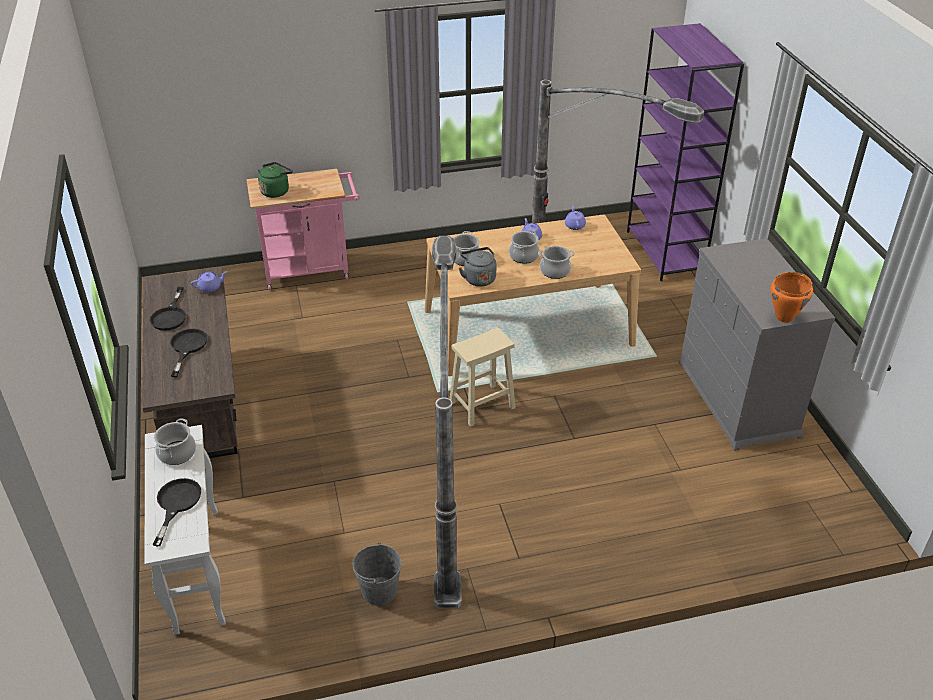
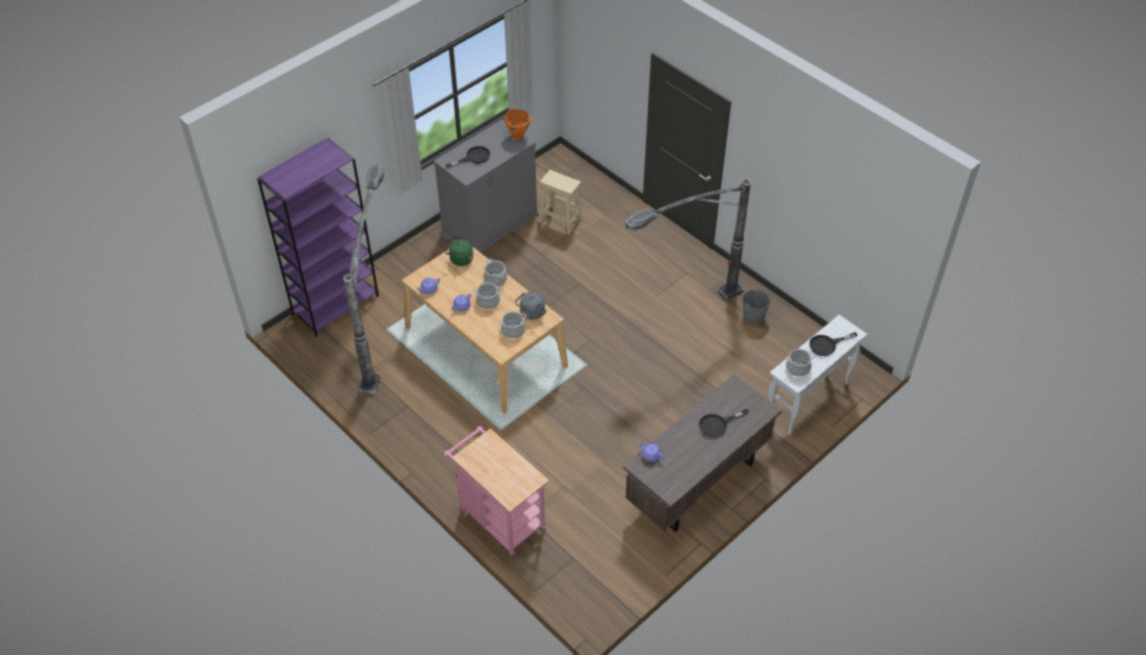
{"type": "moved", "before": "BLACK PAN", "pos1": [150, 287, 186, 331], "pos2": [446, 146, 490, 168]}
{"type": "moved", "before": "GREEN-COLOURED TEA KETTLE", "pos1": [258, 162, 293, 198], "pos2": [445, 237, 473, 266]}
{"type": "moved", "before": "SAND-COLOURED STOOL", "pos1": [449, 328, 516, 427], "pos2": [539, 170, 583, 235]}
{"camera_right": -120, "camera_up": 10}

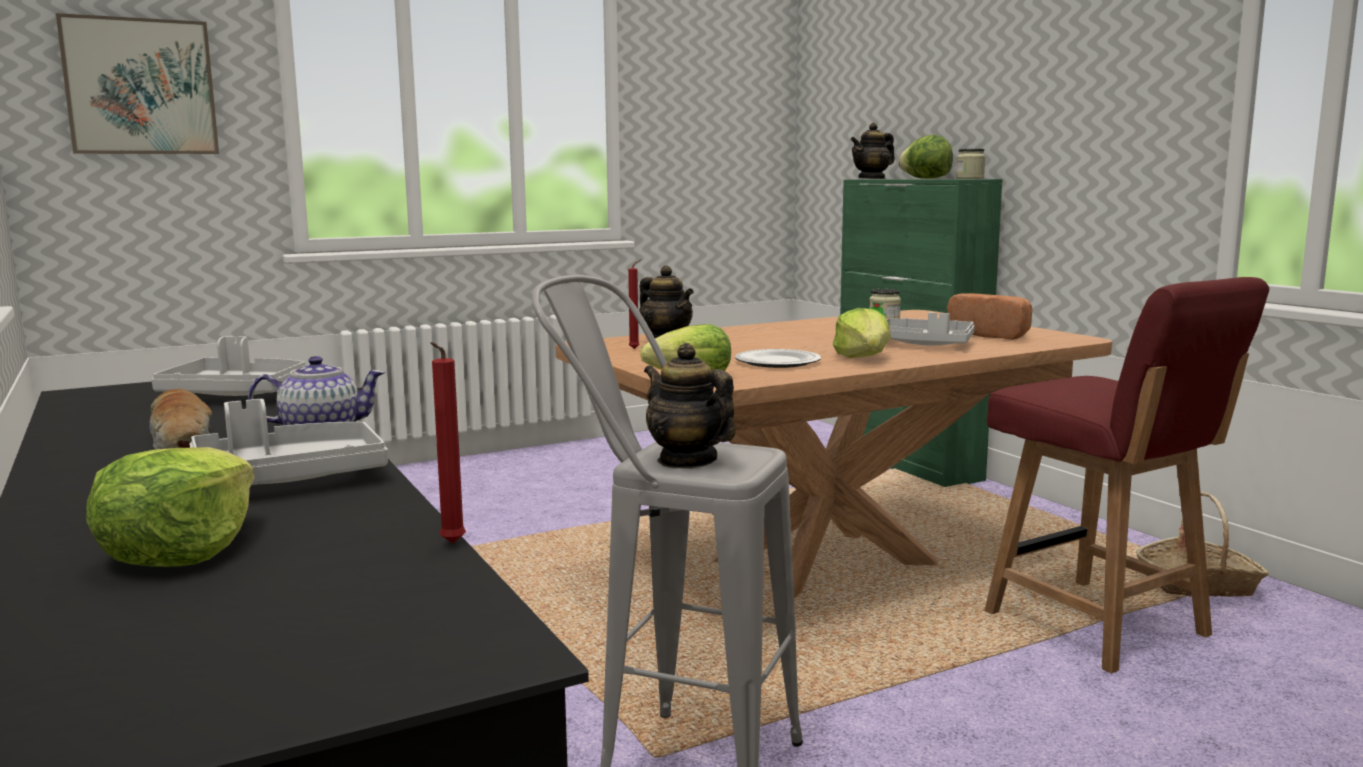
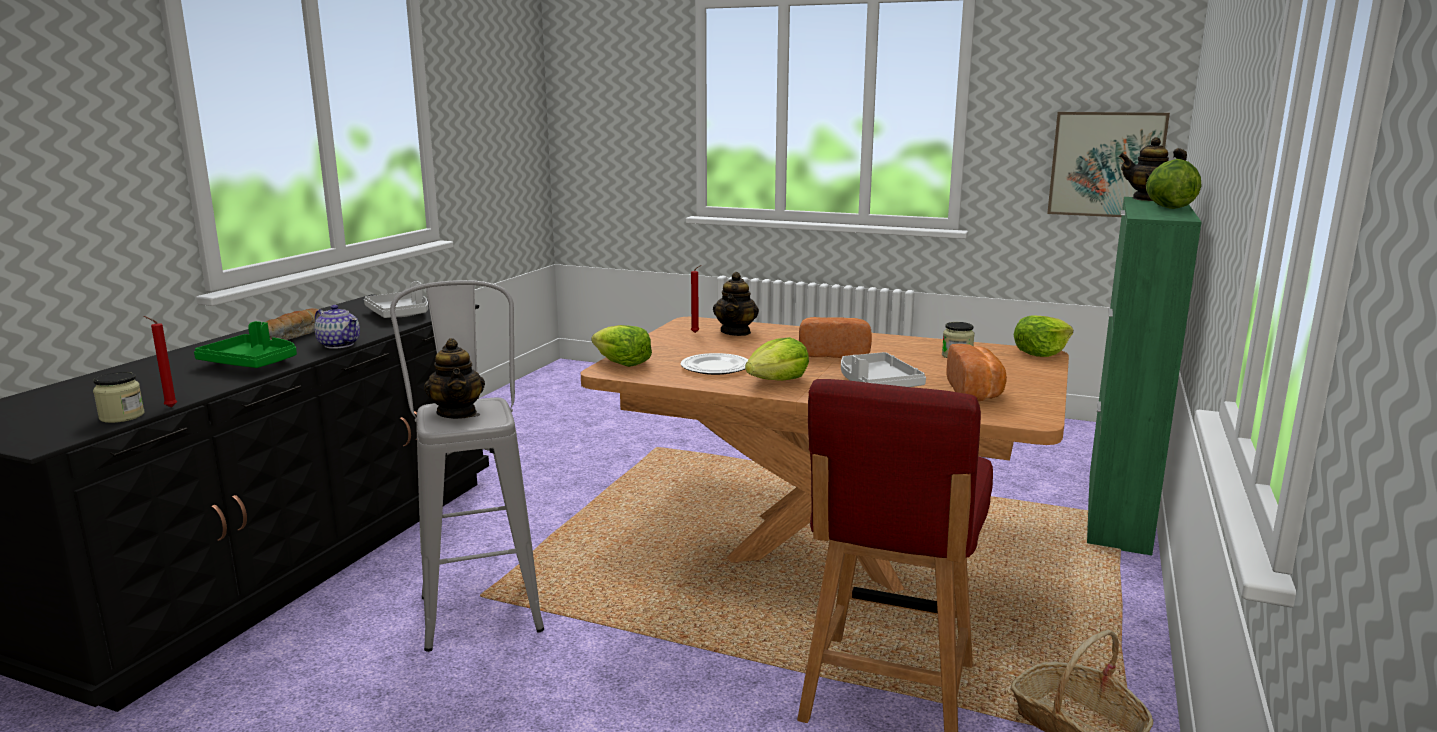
{"type": "added", "after": "BAKERY BREAD", "pos2": [799, 317, 872, 358]}
{"type": "moved", "before": "WALL ART", "pos1": [56, 13, 219, 154], "pos2": [1047, 112, 1170, 217]}
{"type": "moved", "before": "HEAD OF LETTUCE", "pos1": [86, 447, 254, 567], "pos2": [1014, 316, 1073, 357]}
{"type": "moved", "before": "STORAGE JAR", "pos1": [956, 149, 985, 179], "pos2": [93, 372, 144, 423]}
{"type": "recoloured", "before": "GRAY CARRYING TRAY", "after": "GREEN-COLOURED CARRYING TRAY", "pos1": [189, 399, 388, 485], "pos2": [194, 321, 297, 368]}
{"type": "turned", "before": "TEAPOT", "pos1": [644, 343, 736, 469], "pos2": [424, 338, 485, 419], "turn": 150}
{"camera_right": 50, "camera_up": 5}

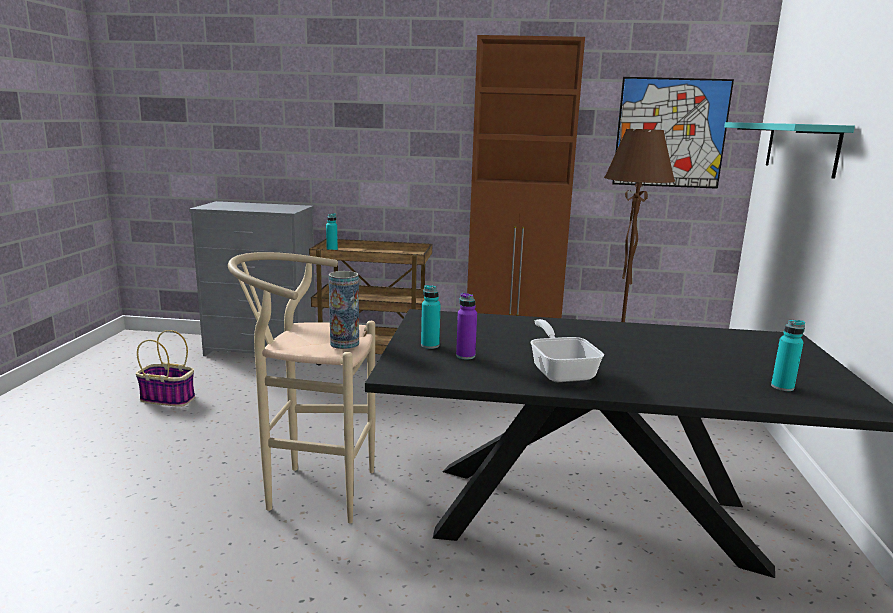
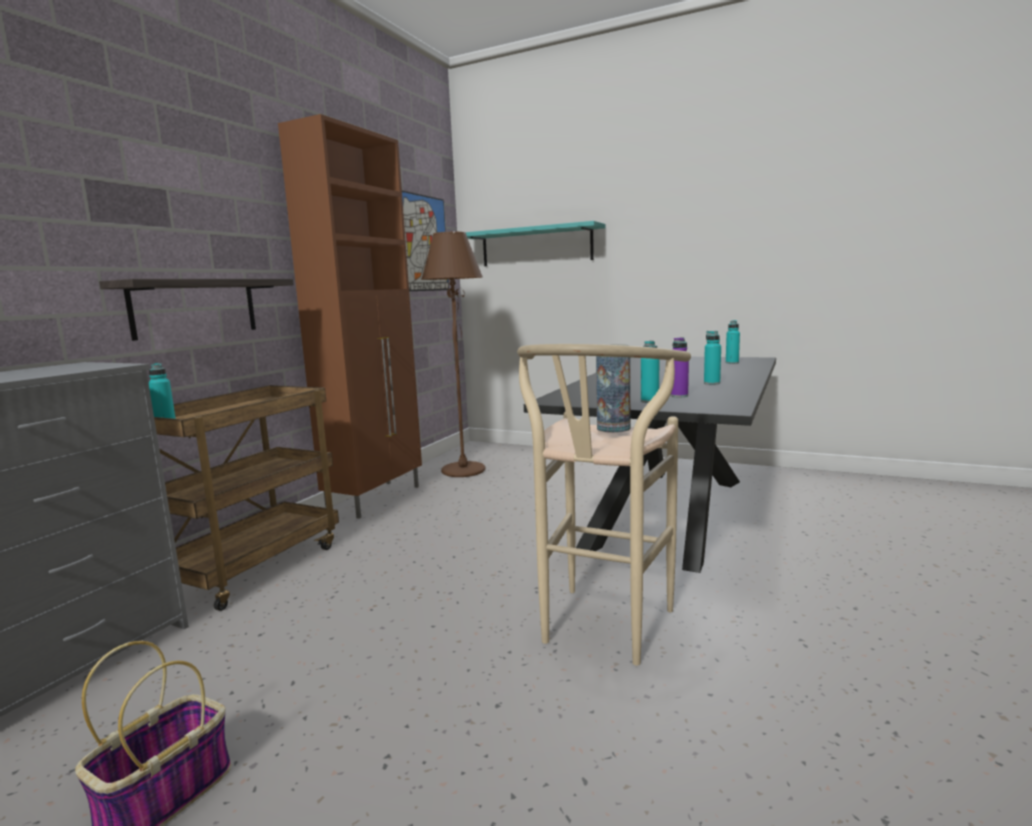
{"type": "added", "after": "WALL SHELF", "pos2": [99, 279, 294, 341]}
{"type": "replaced", "before": "PAN", "after": "TURQUOISE-COLOURED BEVERAGE BOTTLE", "pos1": [530, 319, 604, 382], "pos2": [704, 331, 721, 385]}
{"camera_right": -70, "camera_up": -5}

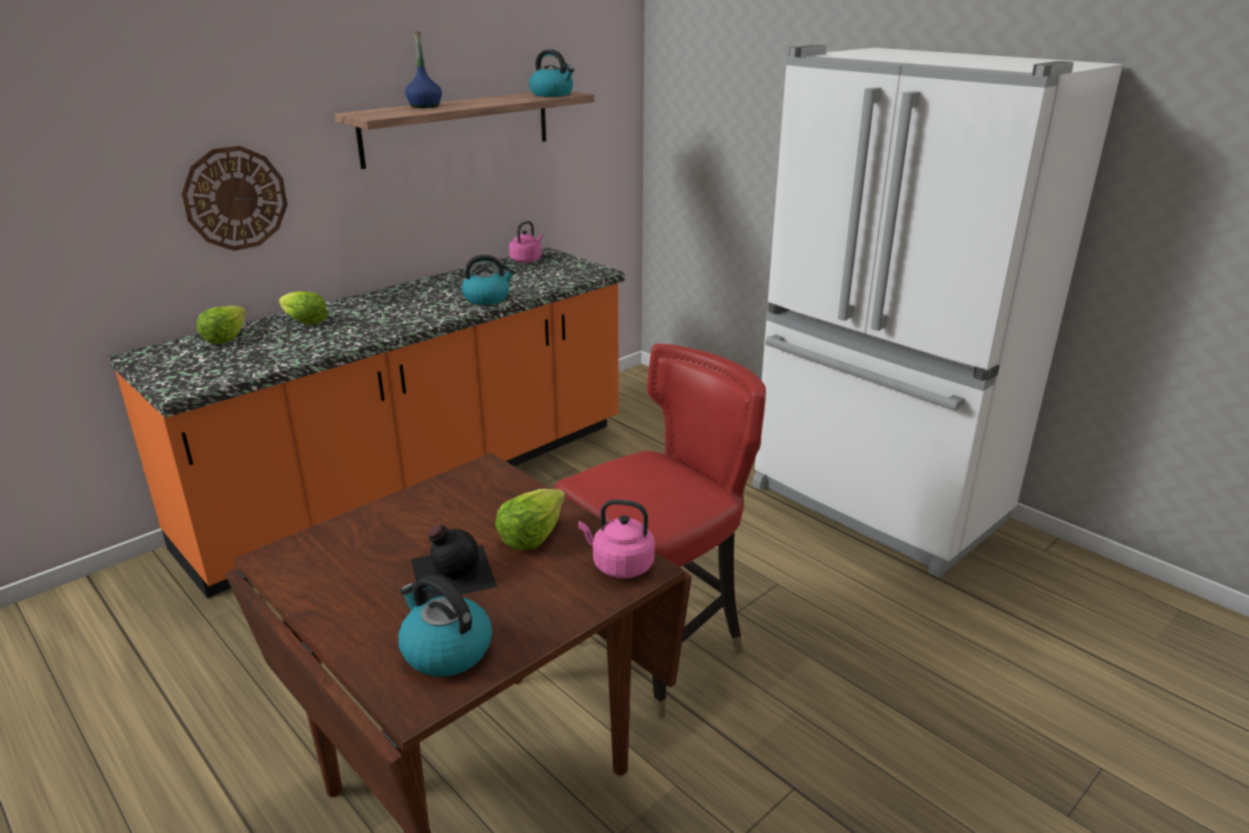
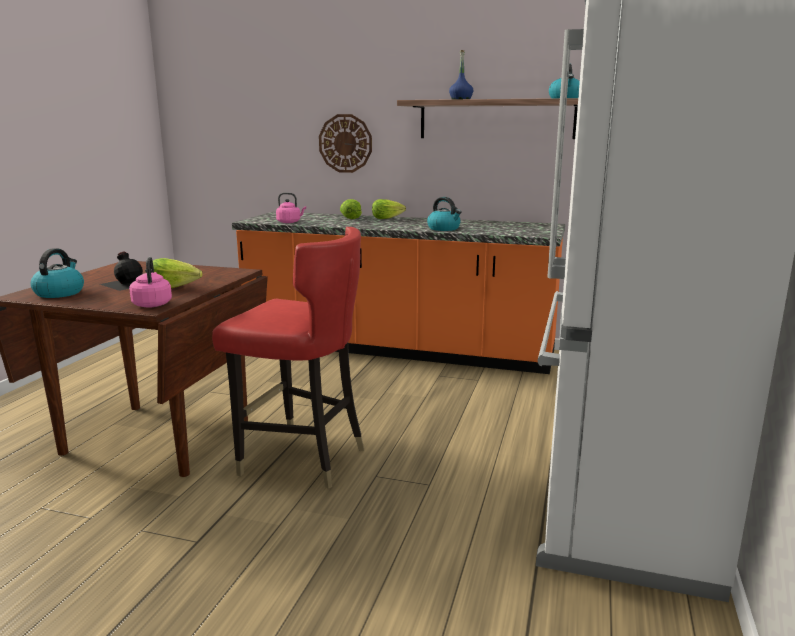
{"type": "moved", "before": "HEAD OF LETTUCE", "pos1": [197, 305, 247, 344], "pos2": [372, 199, 406, 219]}
{"type": "moved", "before": "PINK TEA KETTLE", "pos1": [509, 221, 543, 263], "pos2": [276, 192, 306, 223]}
{"camera_right": 60, "camera_up": -10}

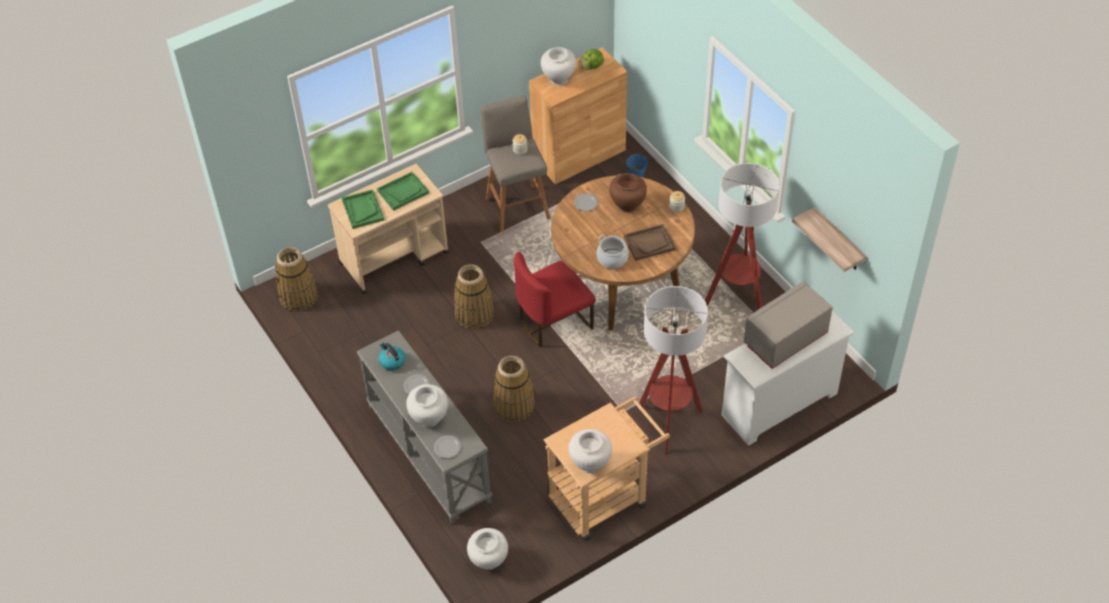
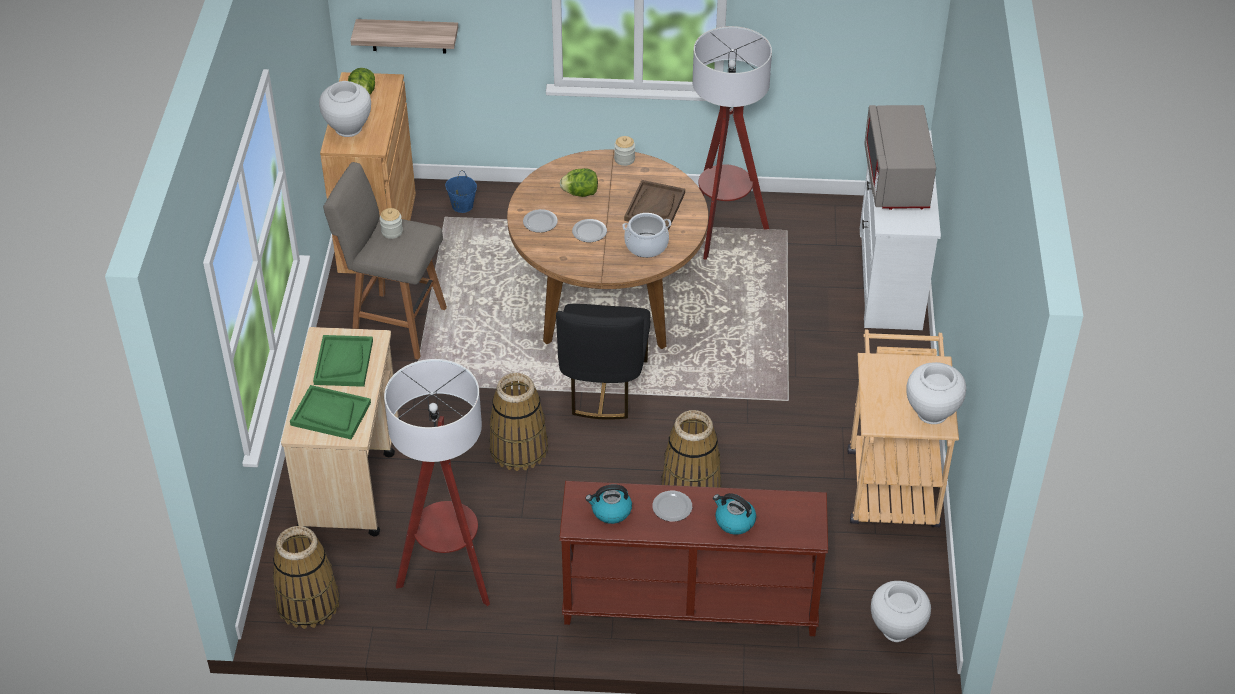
{"type": "moved", "before": "PLATE", "pos1": [434, 435, 461, 458], "pos2": [572, 219, 607, 242]}
{"type": "moved", "before": "FLOOR LAMP", "pos1": [639, 286, 708, 454], "pos2": [384, 359, 490, 606]}
{"type": "moved", "before": "WALL SHELF", "pos1": [792, 207, 867, 272], "pos2": [350, 19, 458, 54]}
{"type": "replaced", "before": "WHITE-COLOURED FLOWER VASE", "after": "TEA KETTLE", "pos1": [406, 384, 448, 427], "pos2": [713, 493, 756, 535]}
{"type": "replaced", "before": "BROWNISH FLOWER VASE", "after": "HEAD OF LETTUCE", "pos1": [609, 173, 647, 212], "pos2": [560, 168, 598, 197]}
{"type": "recoloured", "before": "GRAY CONSOLE TABLE", "after": "BROWNISH CONSOLE TABLE", "pos1": [357, 330, 492, 524], "pos2": [559, 481, 828, 636]}
{"type": "recoloured", "before": "RED-COLOURED UPRIGHT CHAIR", "after": "BLACK UPRIGHT CHAIR", "pos1": [514, 252, 596, 347], "pos2": [556, 304, 651, 420]}
{"camera_right": -55, "camera_up": -5}

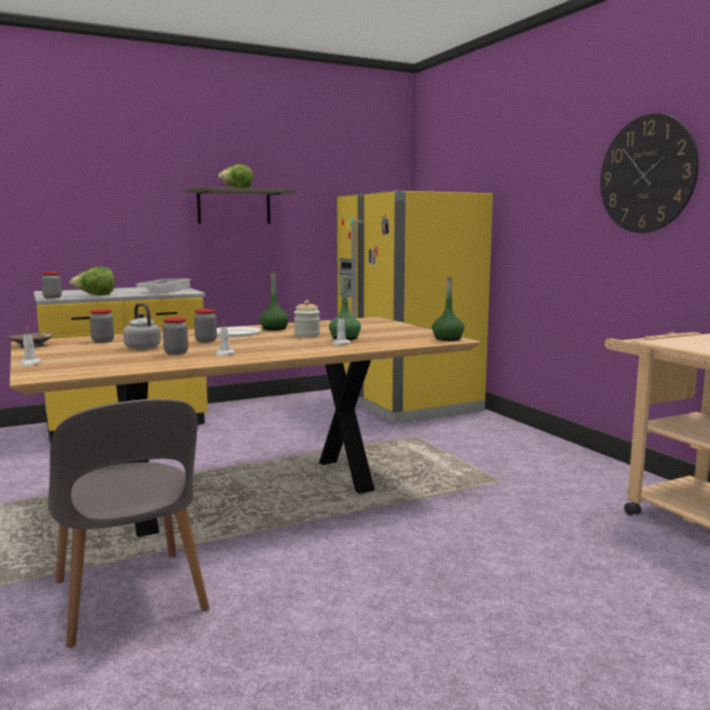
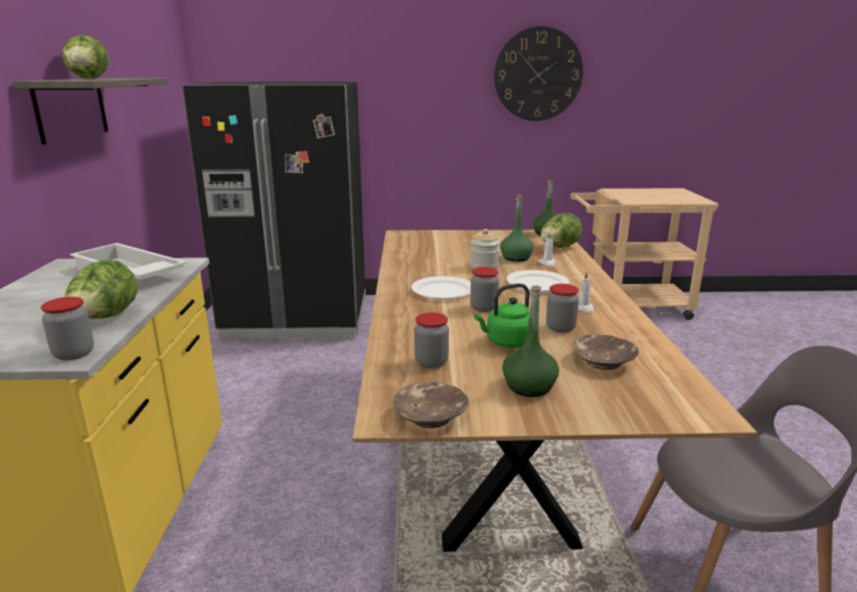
{"type": "removed", "before": "WHITE-COLOURED WAX CANDLE", "pos1": [20, 327, 42, 366]}
{"type": "added", "after": "WHITE-COLOURED PLATE", "pos2": [507, 270, 569, 292]}
{"type": "added", "after": "HEAD OF LETTUCE", "pos2": [540, 213, 582, 248]}
{"type": "added", "after": "BROWNISH DEEP DISH", "pos2": [572, 334, 639, 370]}
{"type": "moved", "before": "GREEN-COLOURED BEVERAGE BOTTLE", "pos1": [260, 272, 289, 330], "pos2": [502, 285, 559, 397]}
{"type": "recoloured", "before": "GRAY TEA KETTLE", "after": "GREEN-COLOURED TEA KETTLE", "pos1": [123, 303, 161, 349], "pos2": [474, 283, 530, 348]}
{"type": "recoloured", "before": "YELLOWISH REFRIGERATOR", "after": "BLACK REFRIGERATOR", "pos1": [336, 191, 493, 423], "pos2": [182, 82, 366, 339]}
{"camera_right": -65, "camera_up": 10}

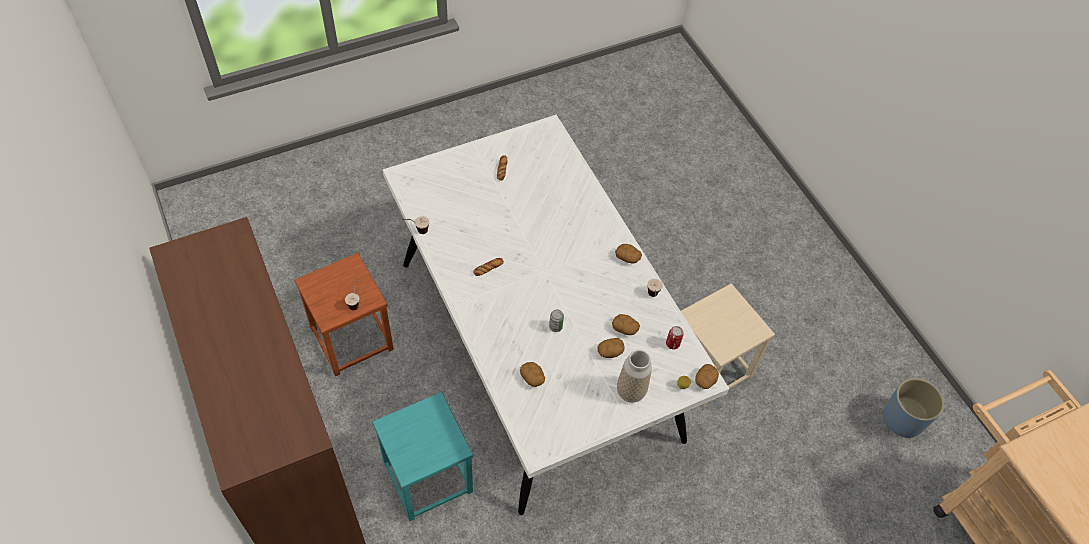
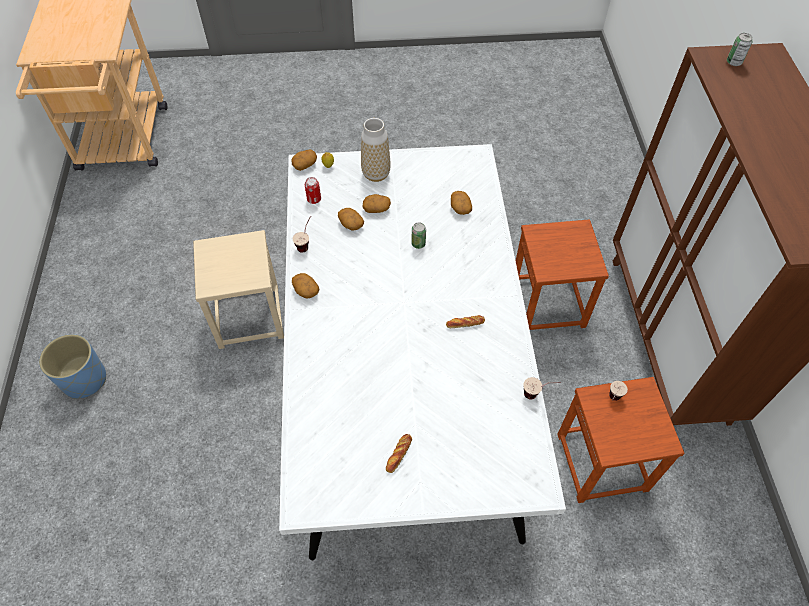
{"type": "added", "after": "CAN", "pos2": [727, 33, 753, 66]}
{"type": "moved", "before": "BLUISH PLANTER", "pos1": [883, 378, 944, 438], "pos2": [39, 334, 106, 399]}
{"type": "recoloured", "before": "TURQUOISE-COLOURED STOOL", "after": "BROWNISH STOOL", "pos1": [372, 392, 473, 521], "pos2": [516, 219, 609, 330]}
{"camera_right": -155, "camera_up": 0}

